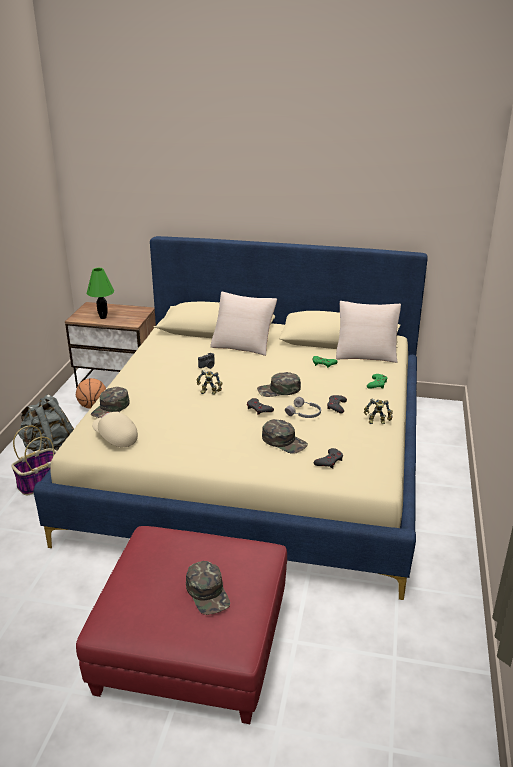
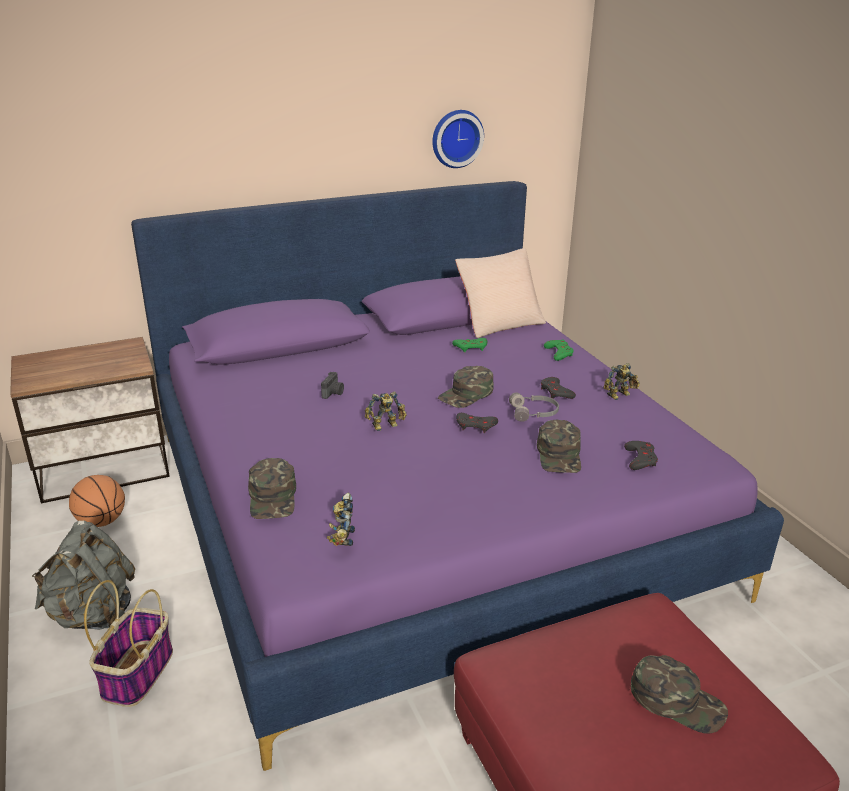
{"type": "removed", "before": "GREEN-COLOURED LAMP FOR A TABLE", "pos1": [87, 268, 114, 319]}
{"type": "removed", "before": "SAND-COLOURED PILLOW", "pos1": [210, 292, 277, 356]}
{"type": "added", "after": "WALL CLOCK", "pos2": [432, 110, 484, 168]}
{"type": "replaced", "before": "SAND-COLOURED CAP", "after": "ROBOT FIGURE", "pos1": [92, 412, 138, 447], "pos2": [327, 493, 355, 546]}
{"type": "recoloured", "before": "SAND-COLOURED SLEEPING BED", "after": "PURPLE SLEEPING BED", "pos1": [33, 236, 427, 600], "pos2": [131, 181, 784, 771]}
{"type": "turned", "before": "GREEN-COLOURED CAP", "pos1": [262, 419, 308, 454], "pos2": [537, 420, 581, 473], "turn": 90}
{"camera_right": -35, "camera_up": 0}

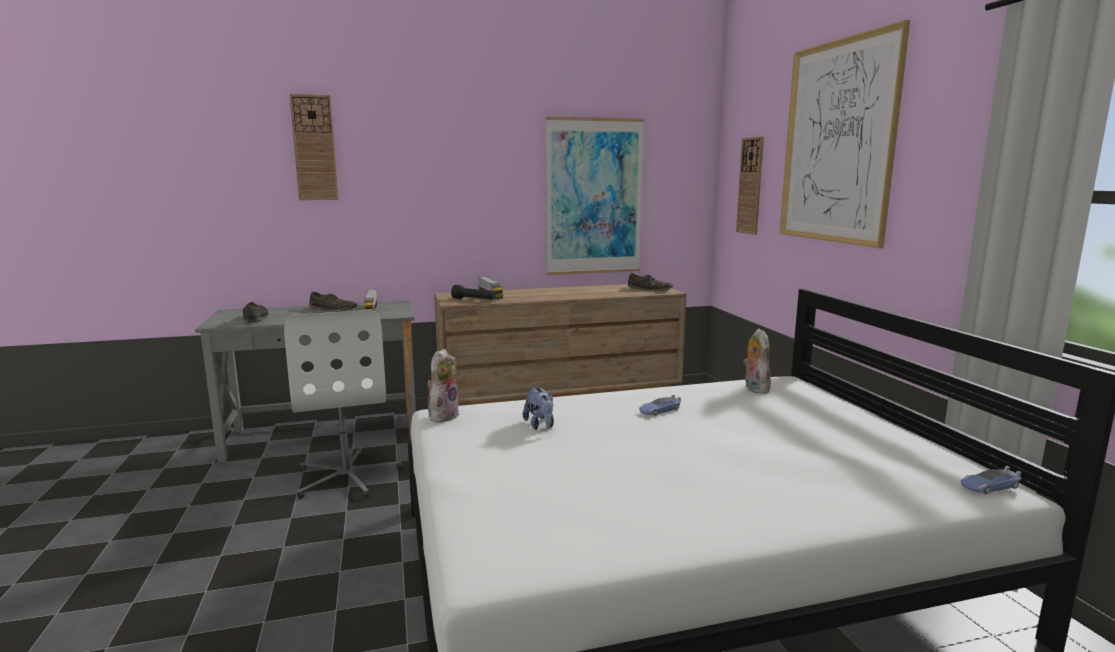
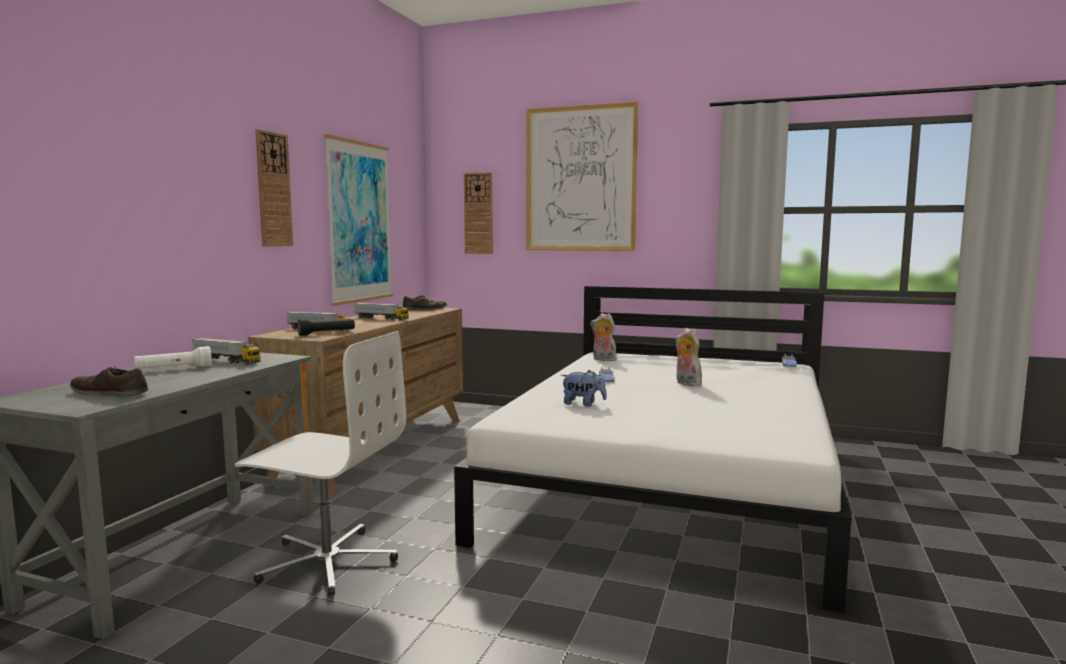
{"type": "added", "after": "TOY TRUCK", "pos2": [354, 303, 409, 320]}
{"type": "moved", "before": "WALL CLOCK", "pos1": [289, 94, 339, 200], "pos2": [255, 129, 293, 247]}
{"type": "moved", "before": "PLUSH TOY", "pos1": [427, 349, 460, 423], "pos2": [676, 328, 702, 386]}
{"type": "replaced", "before": "BROWNISH ITEM OF FOOTWEAR", "after": "WHITE-COLOURED HAND TORCH", "pos1": [309, 292, 357, 312], "pos2": [134, 346, 212, 369]}
{"camera_right": -55, "camera_up": -5}

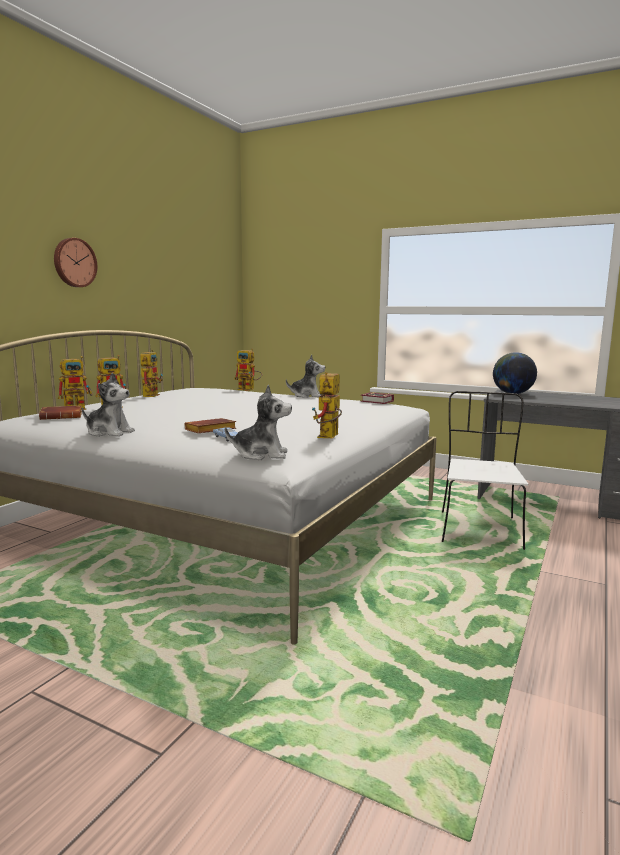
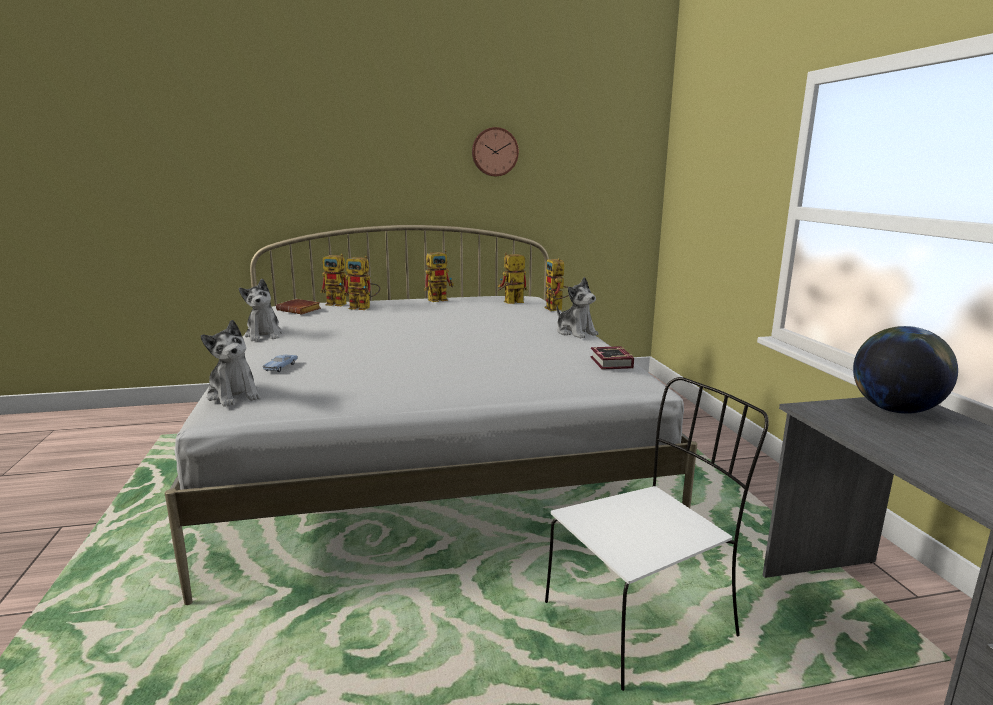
{"type": "removed", "before": "BROWNISH VOLUME", "pos1": [185, 418, 236, 433]}
{"type": "moved", "before": "WALL CLOCK", "pos1": [54, 238, 97, 287], "pos2": [472, 127, 519, 176]}
{"type": "moved", "before": "ROBOT FIGURE", "pos1": [312, 372, 342, 438], "pos2": [498, 253, 527, 304]}
{"camera_right": 50, "camera_up": 5}

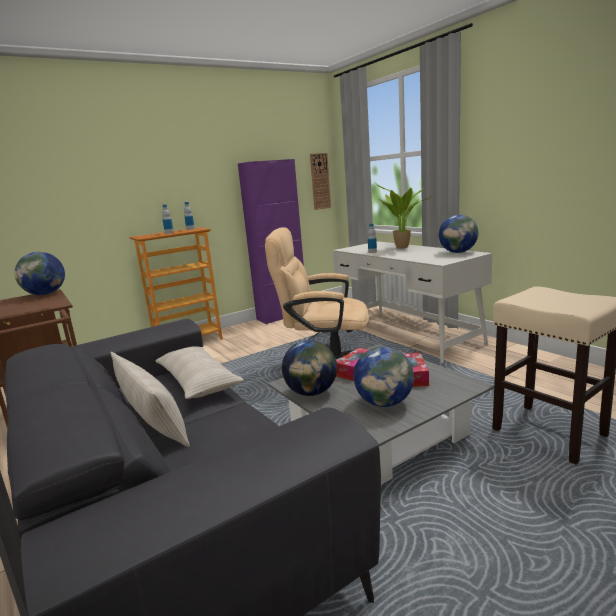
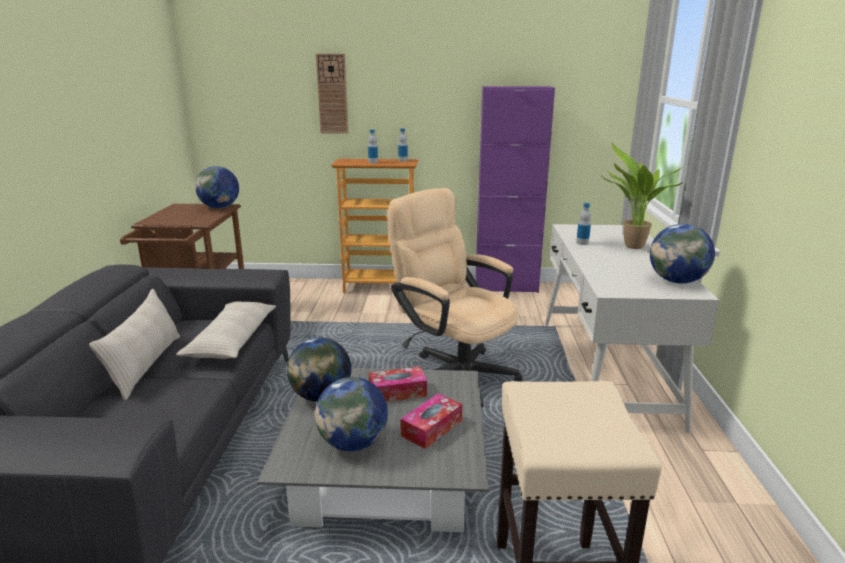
{"type": "moved", "before": "WALL CLOCK", "pos1": [310, 153, 331, 210], "pos2": [316, 54, 348, 134]}
{"camera_right": 35, "camera_up": 5}

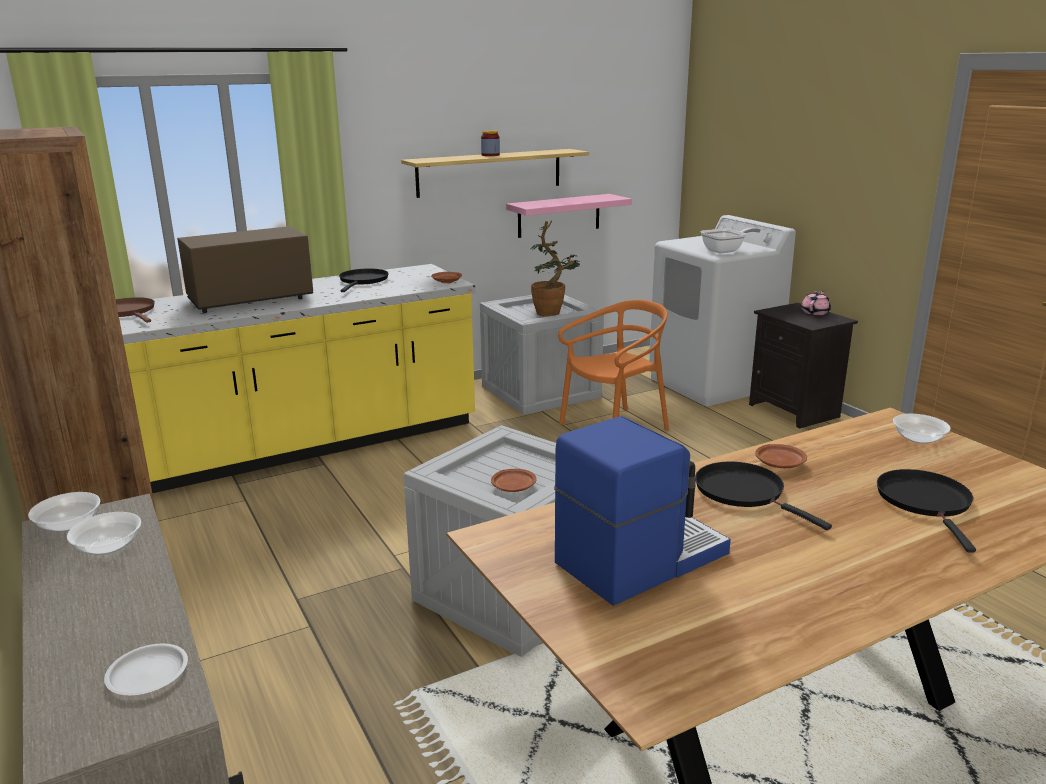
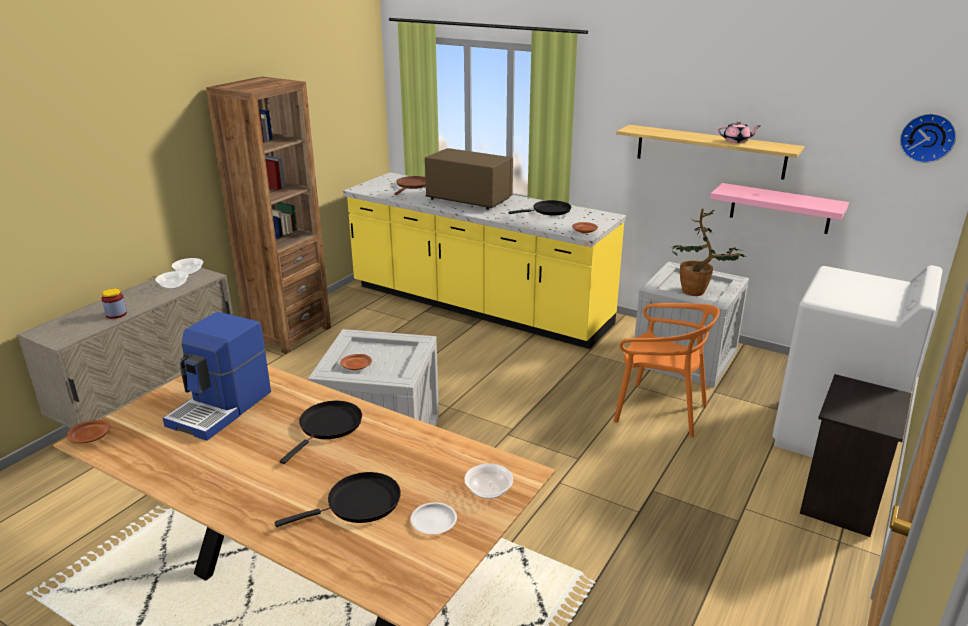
{"type": "removed", "before": "PAN", "pos1": [700, 228, 761, 253]}
{"type": "added", "after": "WALL CLOCK", "pos2": [900, 113, 957, 163]}
{"type": "moved", "before": "WHITE-COLOURED PLATE", "pos1": [104, 644, 188, 695], "pos2": [410, 502, 457, 534]}
{"type": "moved", "before": "STORAGE JAR", "pos1": [481, 130, 500, 156], "pos2": [101, 288, 127, 319]}
{"type": "moved", "before": "BROWNISH PLATE", "pos1": [755, 444, 807, 468], "pos2": [67, 420, 110, 443]}
{"type": "moved", "before": "PINK TEAPOT", "pos1": [801, 291, 831, 315], "pos2": [718, 121, 760, 143]}
{"type": "turned", "before": "COFFEE MACHINE", "pos1": [554, 416, 731, 606], "pos2": [163, 312, 271, 441], "turn": 90}
{"camera_right": 60, "camera_up": 5}

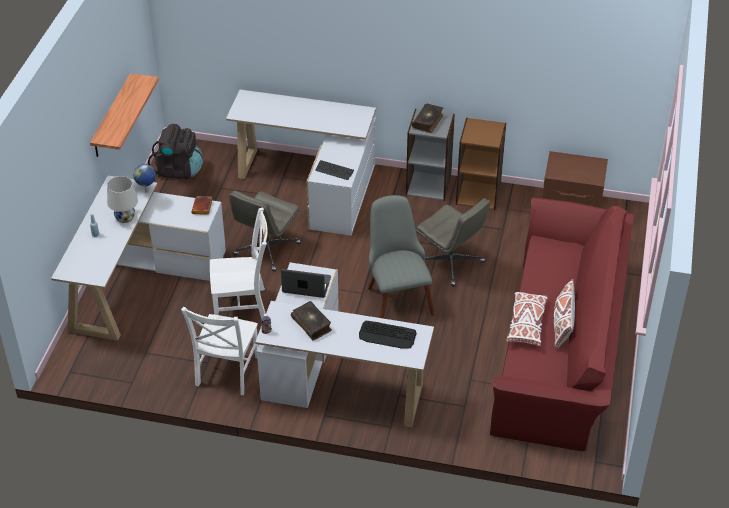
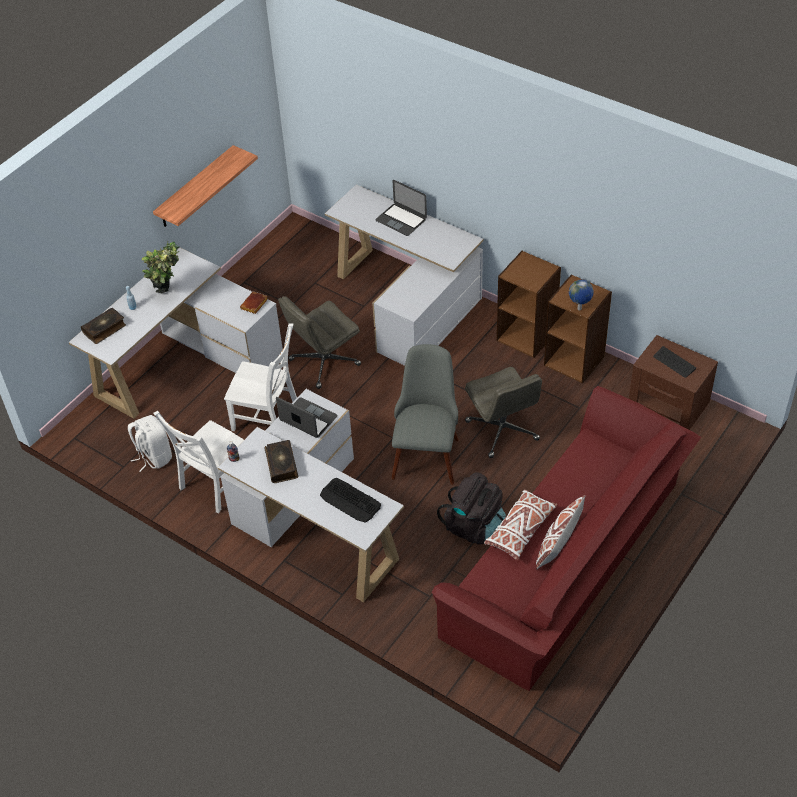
{"type": "added", "after": "WHITE-COLOURED BACKPACK", "pos2": [128, 415, 172, 472]}
{"type": "added", "after": "LAPTOP", "pos2": [375, 180, 427, 236]}
{"type": "moved", "before": "GLOBE", "pos1": [133, 164, 156, 193], "pos2": [569, 280, 594, 310]}
{"type": "moved", "before": "BLACK BACKPACK", "pos1": [148, 124, 203, 180], "pos2": [437, 472, 506, 544]}
{"type": "moved", "before": "KEYBOARD", "pos1": [315, 160, 354, 180], "pos2": [653, 346, 696, 378]}
{"type": "moved", "before": "VOLUME", "pos1": [412, 104, 443, 133], "pos2": [81, 308, 126, 344]}
{"type": "replaced", "before": "WHITE-COLOURED LAMP FOR A TABLE", "after": "HOUSEPLANT", "pos1": [107, 176, 138, 223], "pos2": [142, 242, 180, 293]}
{"type": "recoloured", "before": "GRAY SHELVING UNIT", "after": "BROWNISH SHELVING UNIT", "pos1": [406, 109, 455, 201], "pos2": [497, 251, 561, 358]}
{"camera_right": 25, "camera_up": 5}

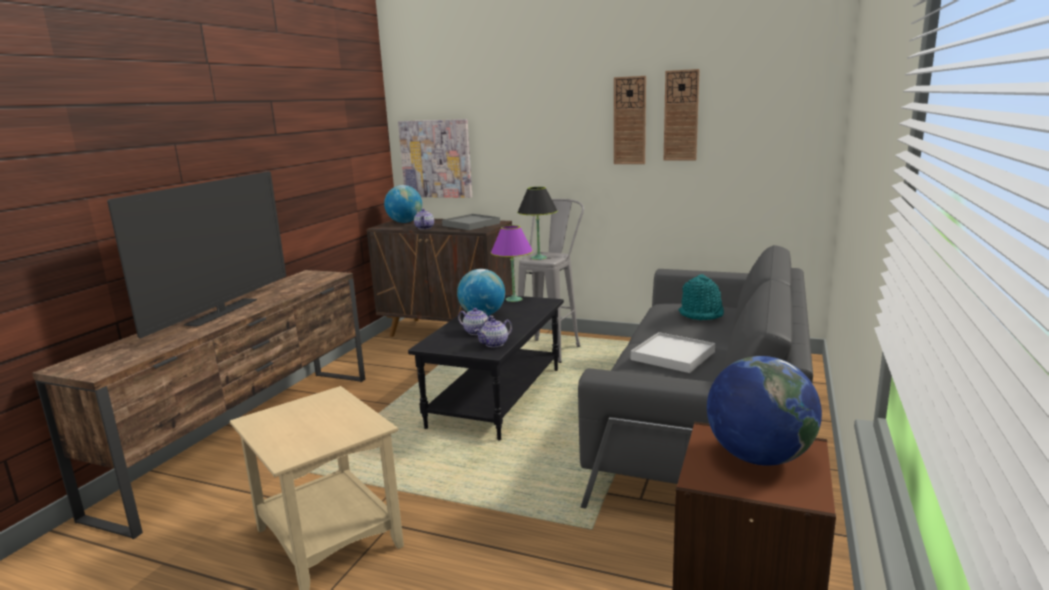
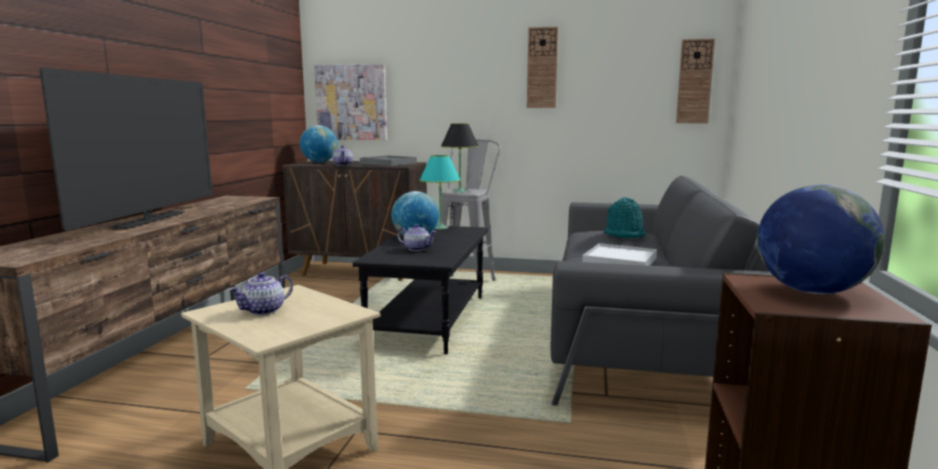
{"type": "moved", "before": "TEAPOT", "pos1": [474, 318, 512, 347], "pos2": [229, 272, 293, 315]}
{"type": "moved", "before": "WALL CLOCK", "pos1": [664, 69, 700, 161], "pos2": [676, 39, 715, 123]}
{"type": "recoloured", "before": "PURPLE LAMP FOR A TABLE", "after": "TURQUOISE-COLOURED LAMP FOR A TABLE", "pos1": [491, 225, 533, 302], "pos2": [419, 155, 460, 229]}
{"camera_right": -10, "camera_up": -5}

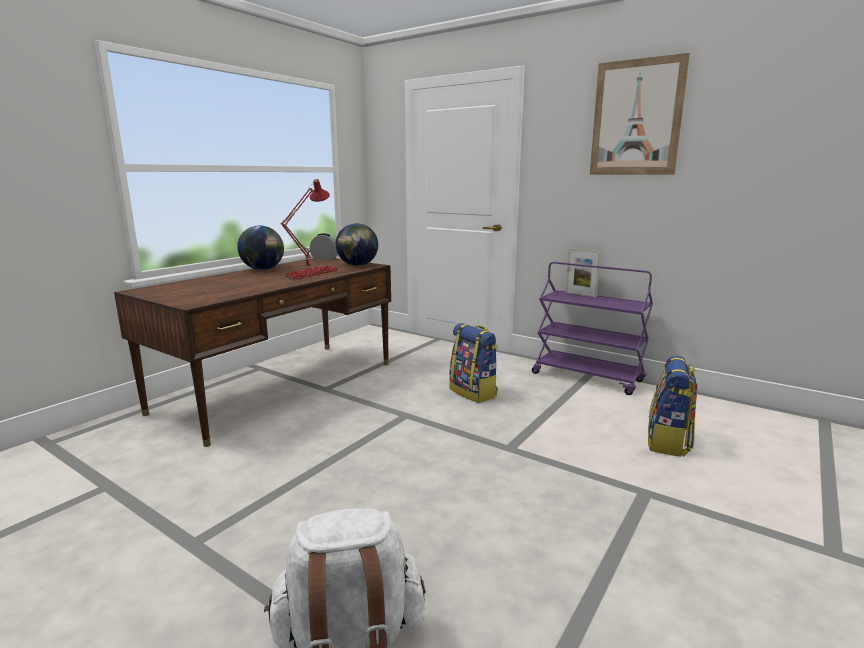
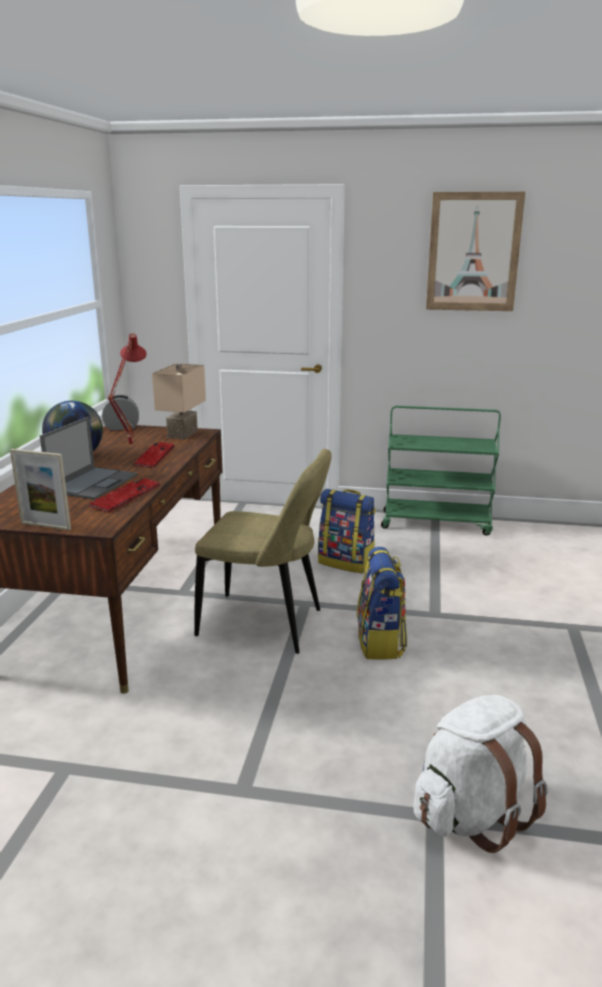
{"type": "added", "after": "LAPTOP", "pos2": [40, 417, 138, 500]}
{"type": "added", "after": "KEYBOARD", "pos2": [88, 478, 161, 512]}
{"type": "added", "after": "SAND-COLOURED UPRIGHT CHAIR", "pos2": [194, 449, 332, 654]}
{"type": "moved", "before": "STANDING FRAME", "pos1": [566, 248, 601, 298], "pos2": [10, 449, 71, 530]}
{"type": "moved", "before": "BACKPACK", "pos1": [648, 356, 697, 457], "pos2": [357, 547, 407, 659]}
{"type": "replaced", "before": "GLOBE", "after": "SAND-COLOURED LAMP FOR A TABLE", "pos1": [336, 223, 378, 266], "pos2": [152, 363, 206, 440]}
{"type": "recoloured", "before": "PURPLE TROLLEY", "after": "GREEN-COLOURED TROLLEY", "pos1": [532, 262, 653, 395], "pos2": [381, 406, 501, 536]}
{"camera_right": -25, "camera_up": 5}

